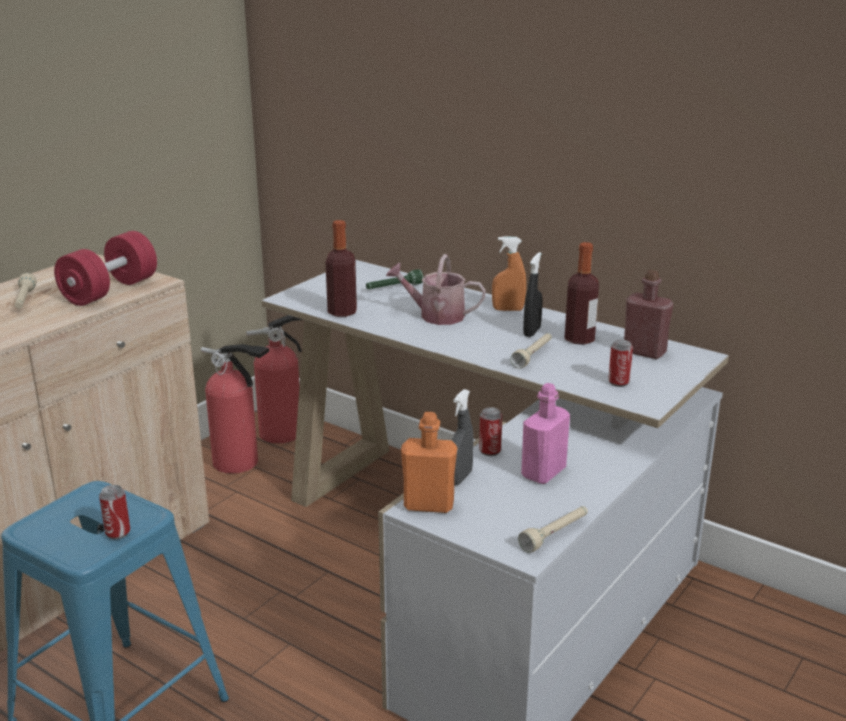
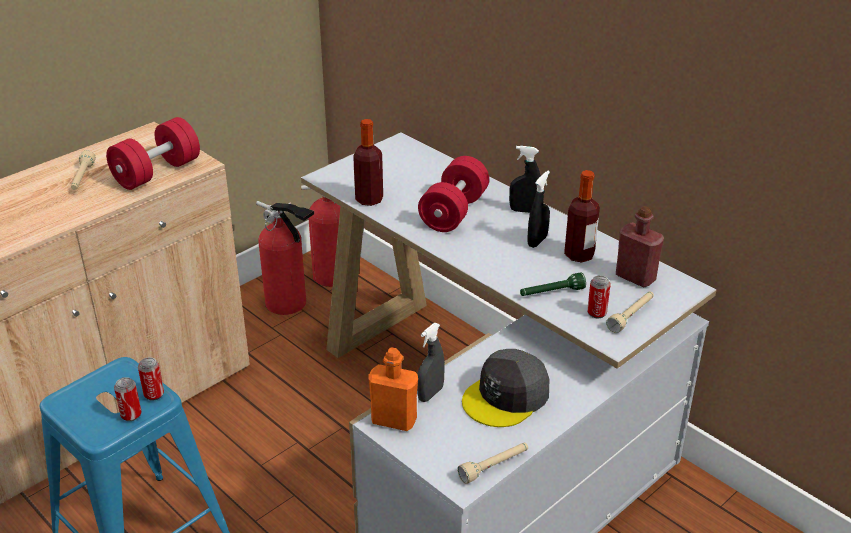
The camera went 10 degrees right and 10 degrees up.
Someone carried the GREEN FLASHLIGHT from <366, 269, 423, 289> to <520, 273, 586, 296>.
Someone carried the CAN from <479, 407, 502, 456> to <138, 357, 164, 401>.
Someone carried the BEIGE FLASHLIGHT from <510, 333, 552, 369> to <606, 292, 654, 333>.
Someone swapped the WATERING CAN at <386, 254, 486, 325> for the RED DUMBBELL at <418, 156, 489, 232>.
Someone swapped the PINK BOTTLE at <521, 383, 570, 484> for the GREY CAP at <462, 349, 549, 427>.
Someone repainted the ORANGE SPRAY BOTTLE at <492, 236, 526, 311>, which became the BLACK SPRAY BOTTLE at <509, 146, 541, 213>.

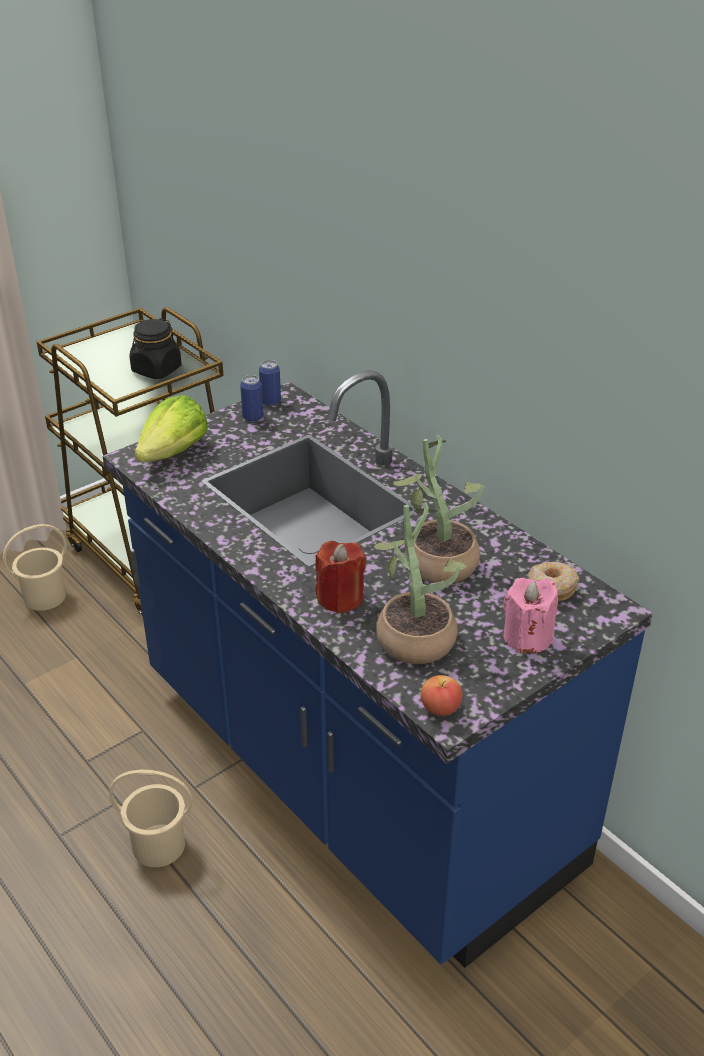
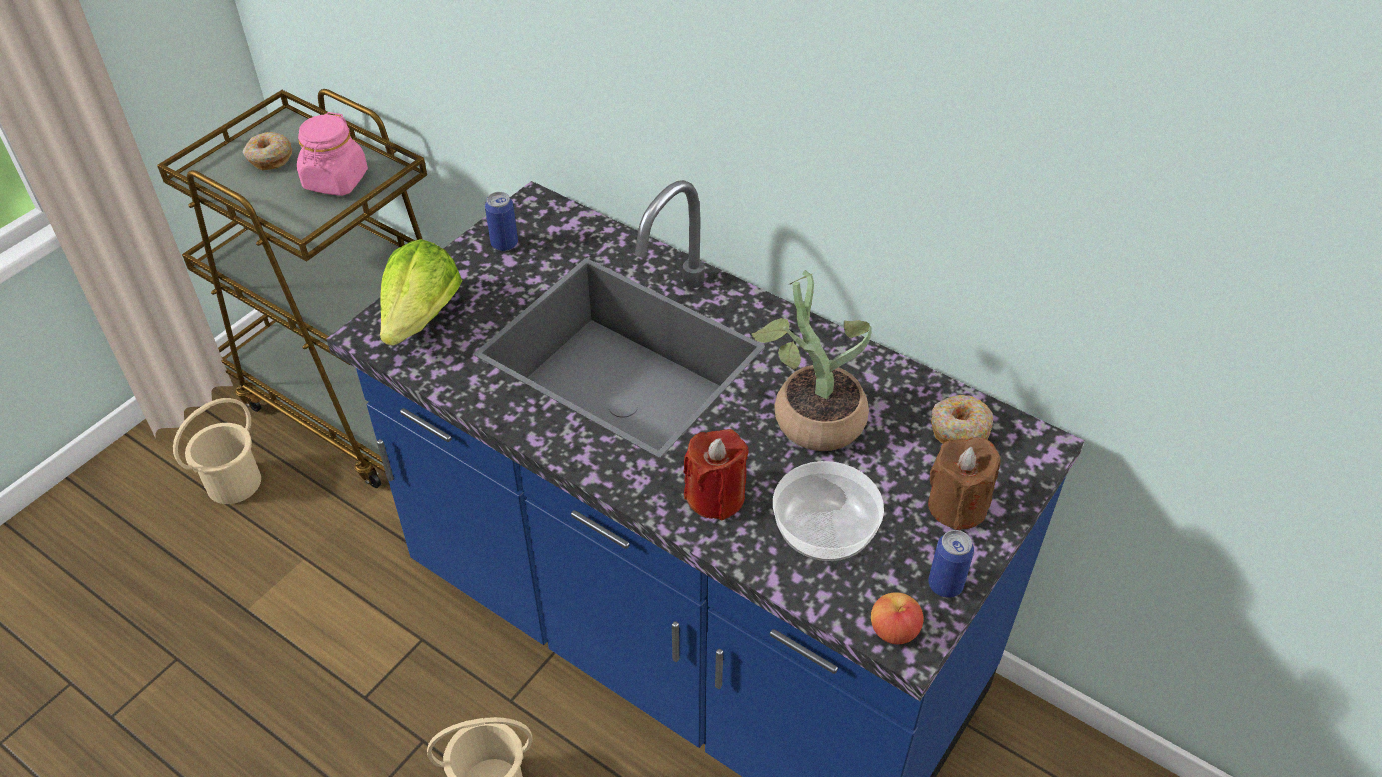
The camera went 15 degrees left and 10 degrees up.
Someone put down the DONUT at <243, 132, 292, 170>.
Someone carried the CAN from <259, 360, 281, 406> to <928, 530, 974, 598>.
Someone swapped the POTTED PLANT at <374, 502, 467, 664> for the BOWL at <773, 461, 884, 561>.
Someone repainted the BLACK JAR at <129, 318, 182, 379>, which became the PINK JAR at <297, 112, 368, 196>.
Someone repainted the PINK CANDLE at <503, 578, 558, 653>, which became the BROWN CANDLE at <928, 437, 1001, 530>.

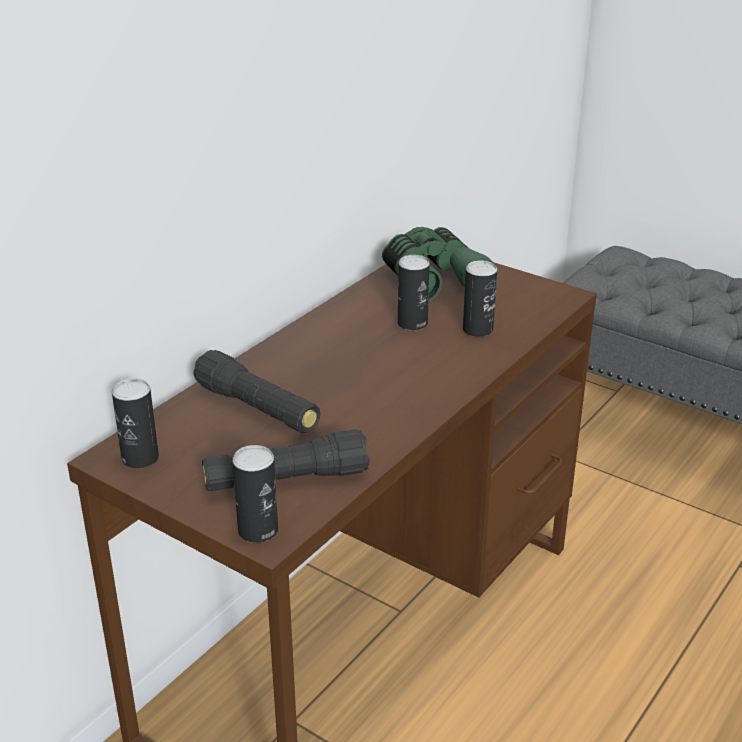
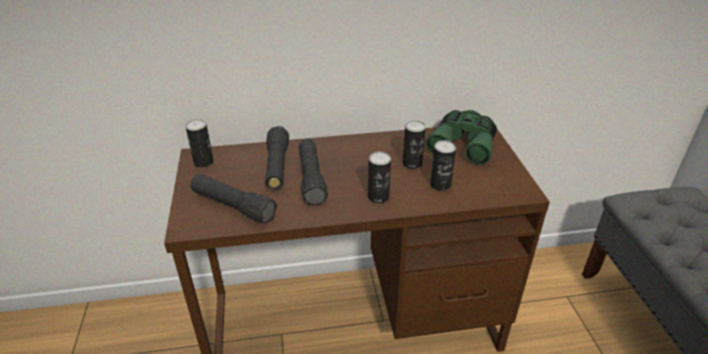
The camera went 45 degrees right and 5 degrees up.
Someone put down the BLACK FLASHLIGHT at <299, 139, 328, 205>.
Someone carried the CAN from <232, 445, 278, 543> to <368, 151, 391, 204>.

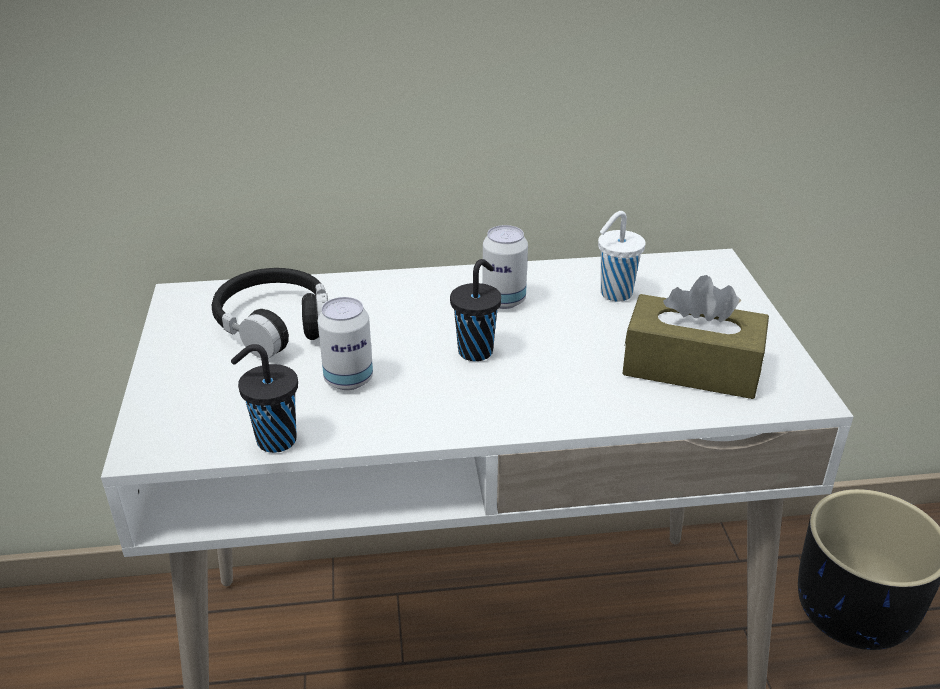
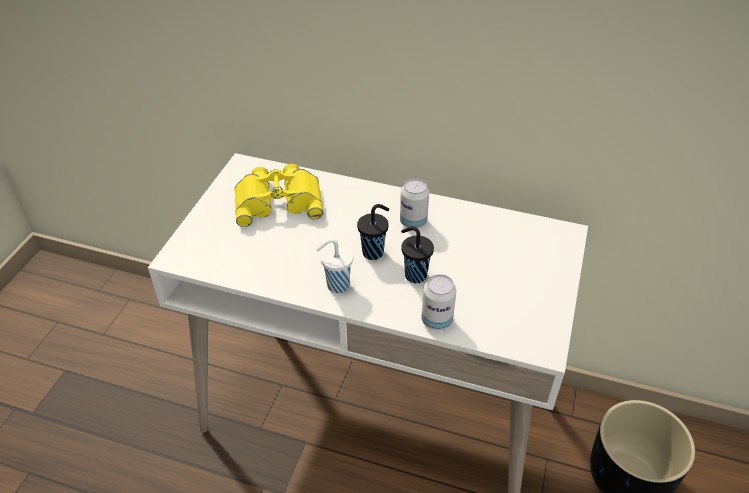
The camera went 25 degrees right and 10 degrees up.
Someone took away the BROWN TISSUE BOX at <622, 275, 769, 399>.
Someone carried the BLACK CUP from <231, 344, 298, 453> to <401, 226, 434, 283>.
Someone carried the CAN from <318, 297, 373, 390> to <421, 274, 456, 330>.
Someone carried the WHITE CUP from <598, 211, 646, 302> to <316, 239, 353, 293>.
Someone swapped the BLACK HEADPHONES at <212, 268, 328, 359> for the YELLOW BINOCULARS at <235, 164, 323, 227>.

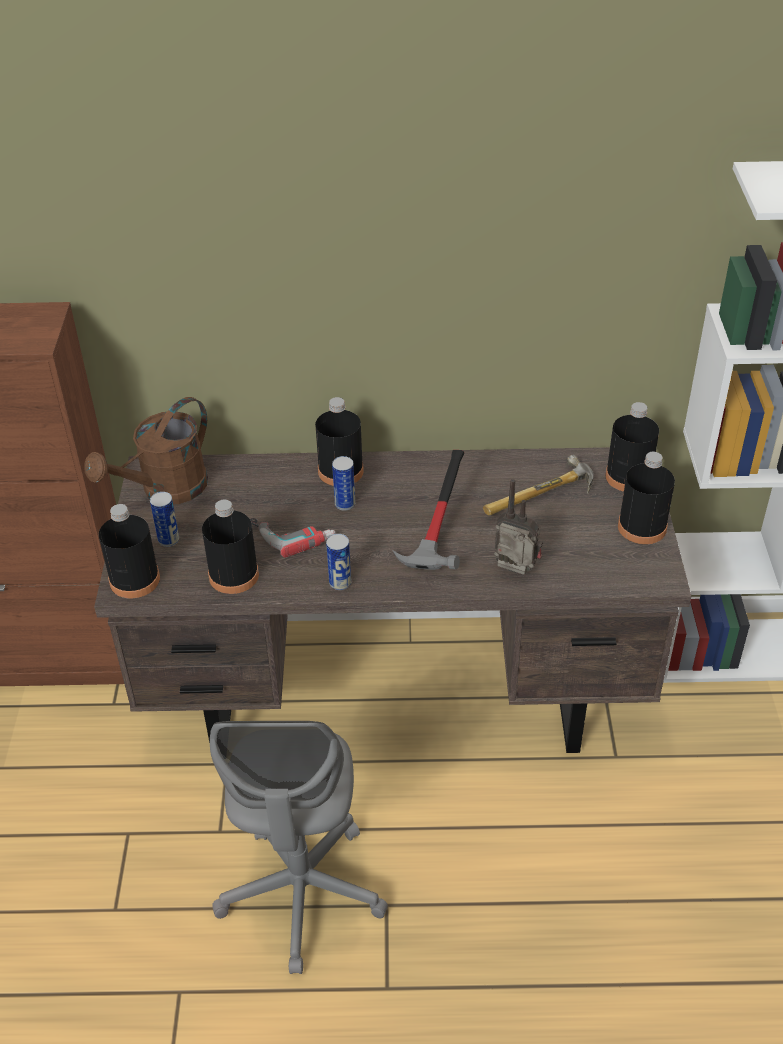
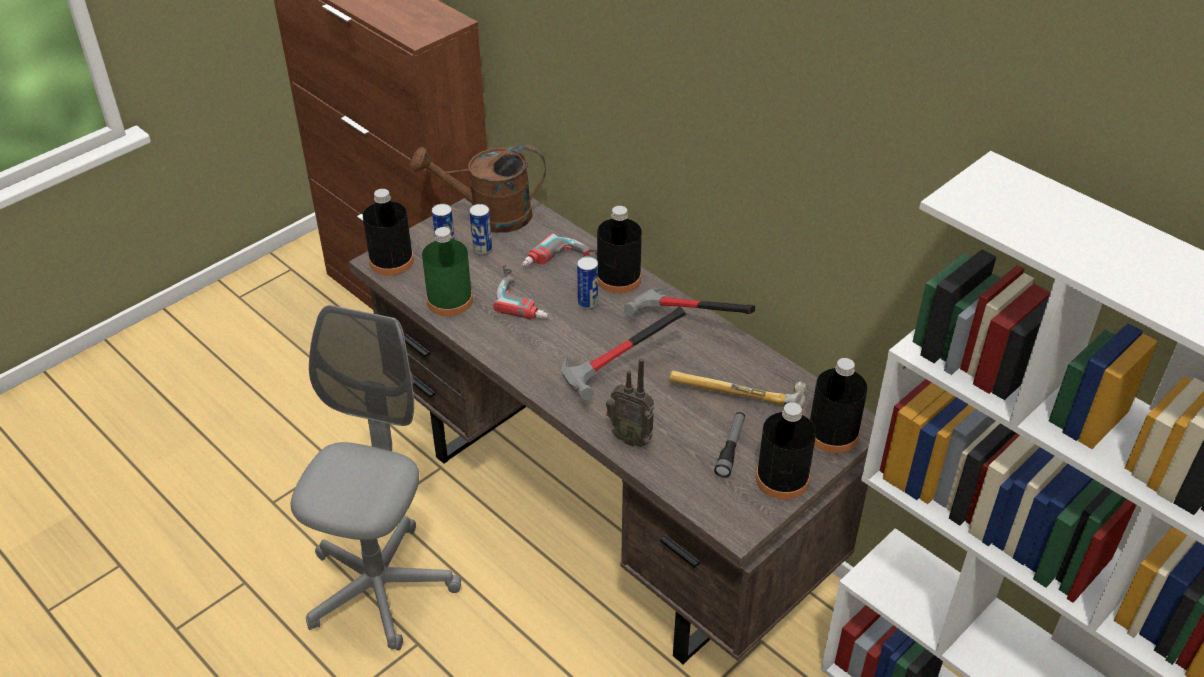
The camera went 45 degrees right and 0 degrees up.
Someone put down the POWER DRILL at <522, 233, 597, 267>.
Someone put down the HAMMER at <623, 287, 755, 316>.
Someone put down the FLASHLIGHT at <714, 412, 745, 478>.
Someone carried the CAN from <326, 534, 351, 590> to <469, 204, 492, 255>.
Someone repainted the BLACK BOTTLE at <202, 500, 259, 594>, which became the GREEN BOTTLE at <422, 227, 473, 316>.
Someone rotated the GREY OFFICE CHAIR at <210, 721, 388, 974> by 150 degrees clockwise.
Someone rotated the RADIO at <494, 479, 543, 575> by 135 degrees clockwise.

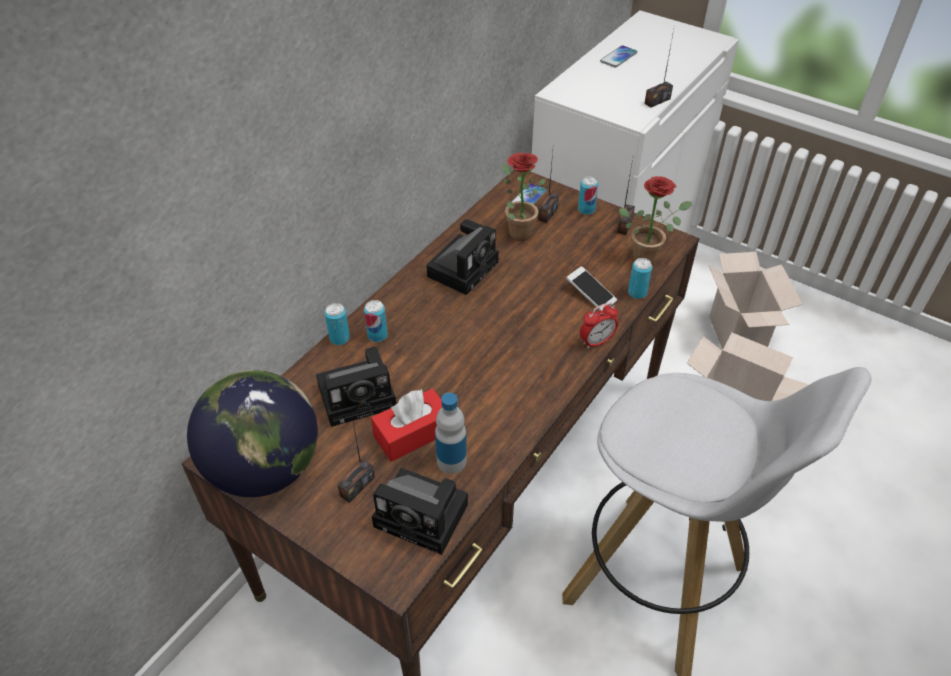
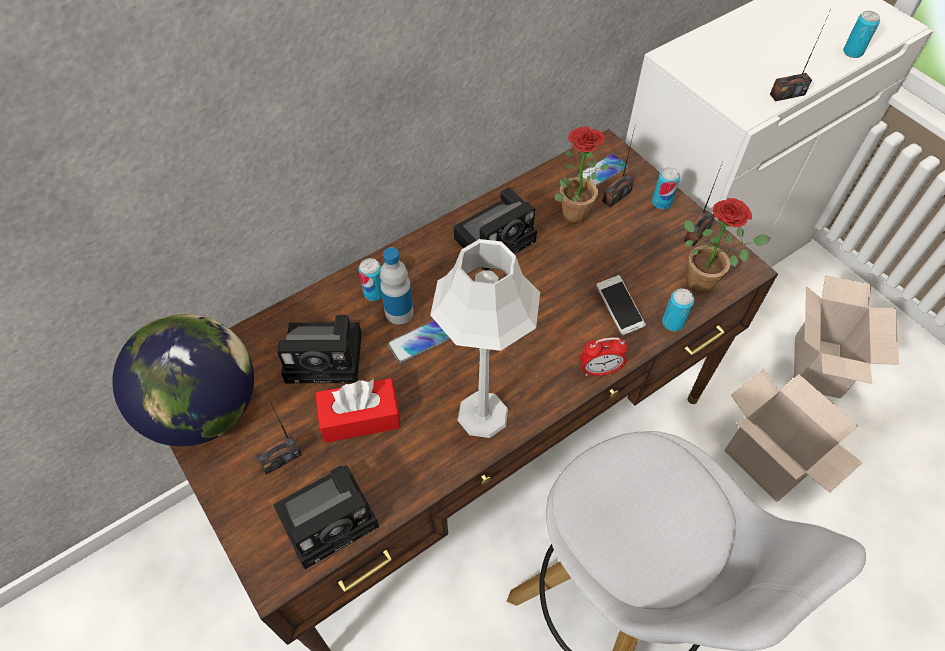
The camera went 20 degrees right and 10 degrees up.
Someone put down the GREY TABLE LAMP at <430, 239, 540, 438>.
Someone carried the CAN from <325, 303, 350, 345> to <843, 11, 880, 58>.
Someone carried the BOTTLE from <435, 393, 467, 474> to <380, 247, 414, 324>.
Someone carried the PHONE from <600, 45, 637, 68> to <388, 320, 450, 363>.
Someone rotated the PHOTO CAMERA at <372, 468, 468, 555> by 75 degrees counterclockwise.

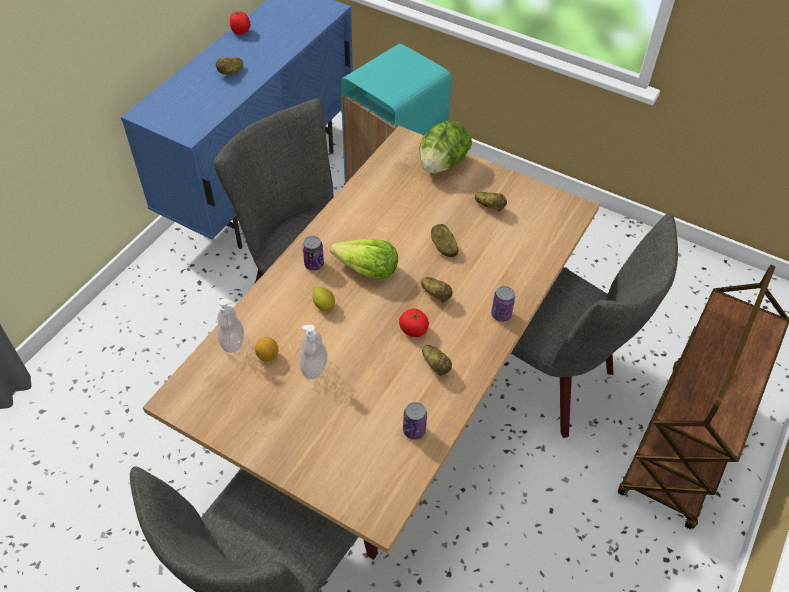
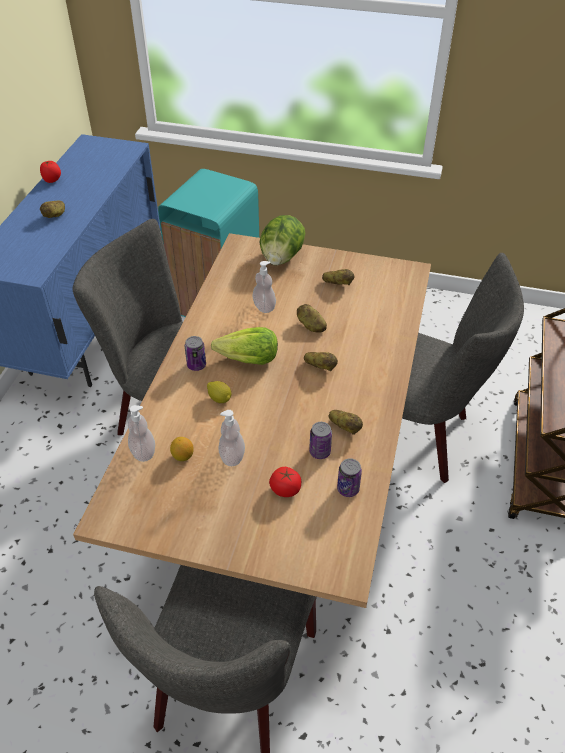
The camera went 15 degrees left and 5 degrees down.
Someone put down the SOAP DISPENSER at <252, 261, 276, 313>.
Someone carried the TOMATO from <399, 308, 429, 337> to <269, 467, 301, 497>.
Someone carried the CAN from <491, 286, 515, 322> to <309, 422, 332, 459>.

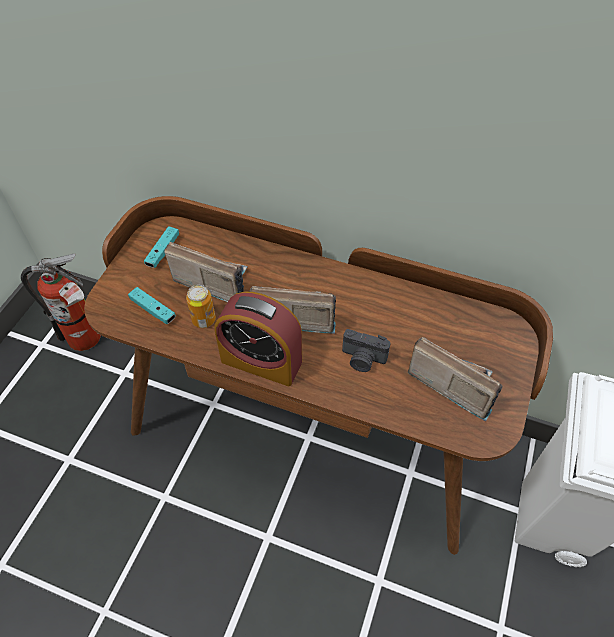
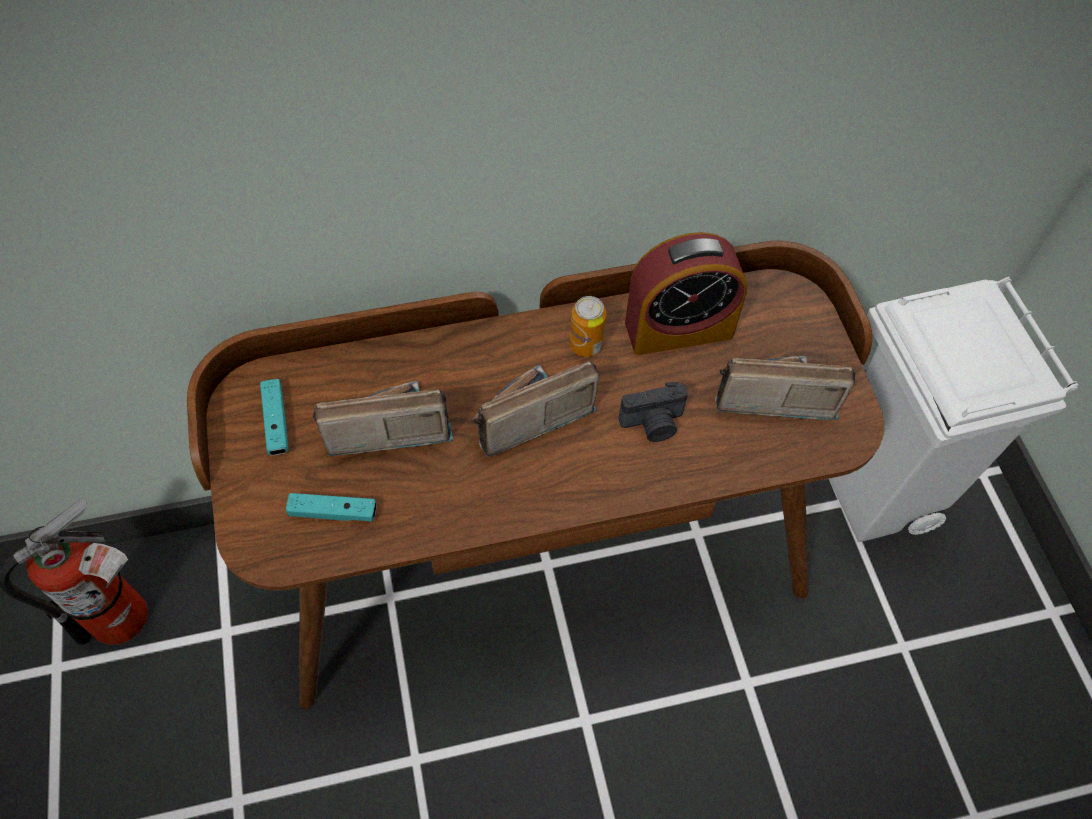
The camera went 35 degrees left and 5 degrees up.
Someone carried the CAN from <186, 285, 216, 328> to <569, 296, 607, 357>.
Someone carried the ALARM CLOCK from <215, 292, 302, 386> to <625, 232, 747, 355>.

